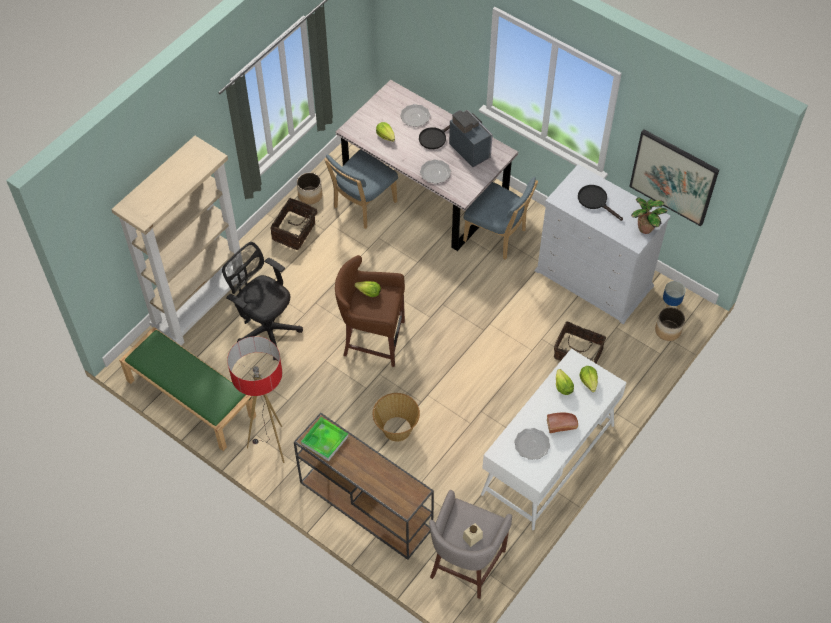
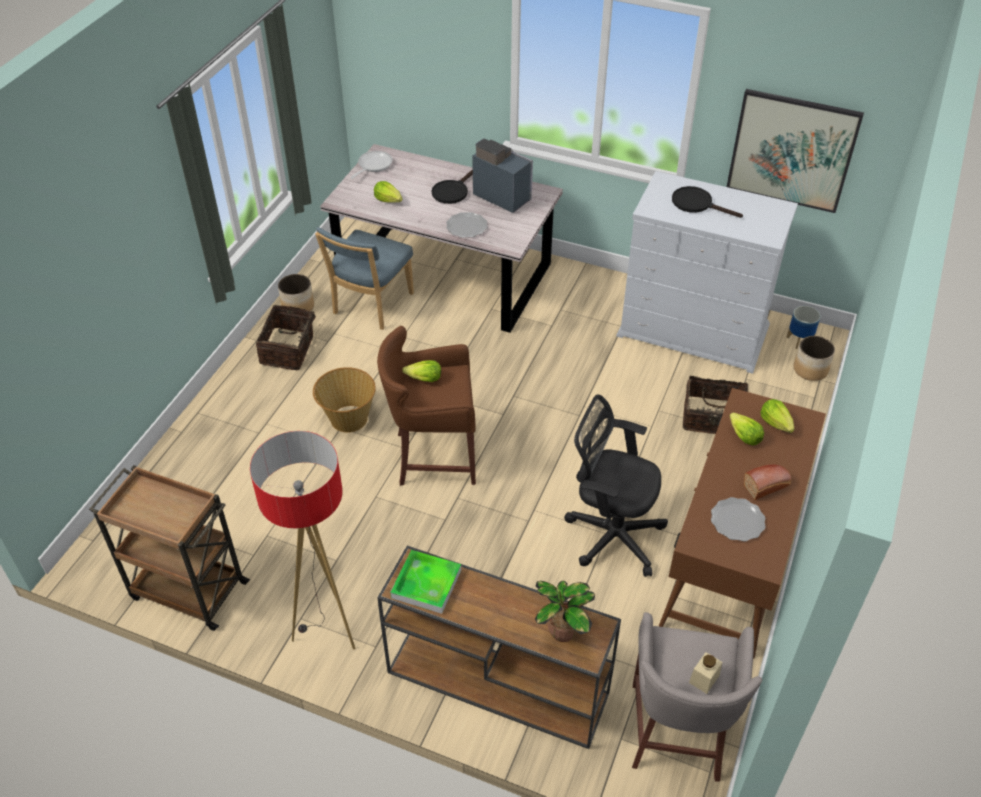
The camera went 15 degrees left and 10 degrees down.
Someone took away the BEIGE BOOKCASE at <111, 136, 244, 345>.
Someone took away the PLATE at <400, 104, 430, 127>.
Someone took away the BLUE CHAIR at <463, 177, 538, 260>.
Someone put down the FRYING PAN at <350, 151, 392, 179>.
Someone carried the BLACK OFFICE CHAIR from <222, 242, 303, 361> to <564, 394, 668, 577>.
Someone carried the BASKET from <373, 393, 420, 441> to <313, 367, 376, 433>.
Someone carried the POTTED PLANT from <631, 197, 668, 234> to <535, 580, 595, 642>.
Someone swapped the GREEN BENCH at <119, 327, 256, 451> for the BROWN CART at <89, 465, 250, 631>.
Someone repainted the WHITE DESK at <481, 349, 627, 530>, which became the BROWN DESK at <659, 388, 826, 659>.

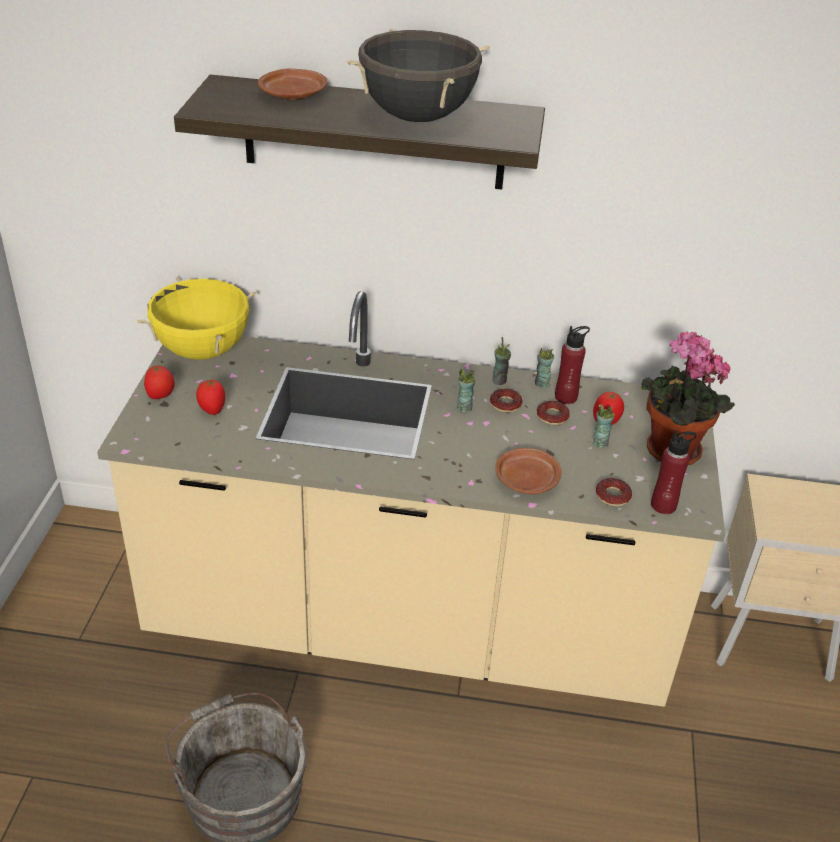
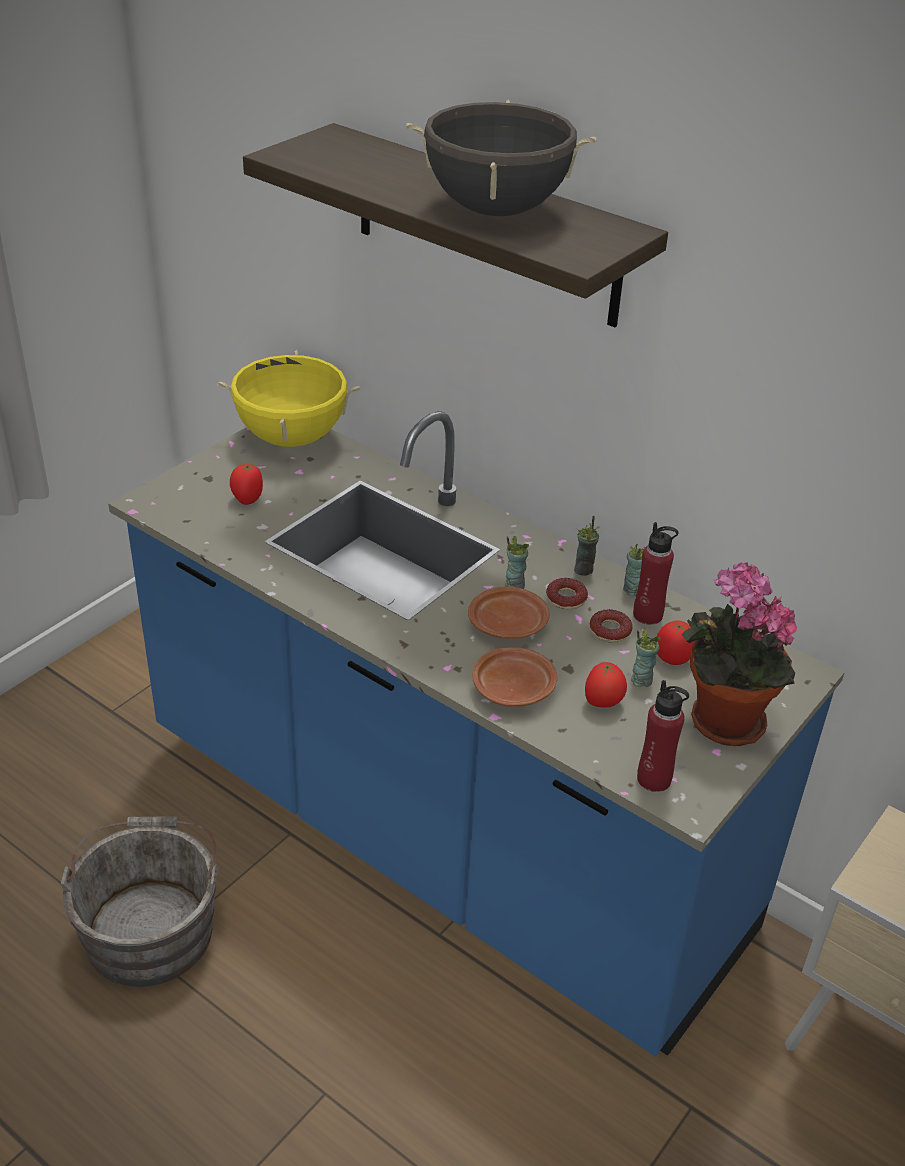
The camera went 30 degrees right and 0 degrees up.
Someone took away the DONUT at <596, 478, 632, 507>.
Someone carried the TOMATO from <144, 365, 175, 399> to <585, 662, 627, 708>.
Someone carried the BROWN PLATE from <258, 69, 327, 100> to <468, 586, 550, 639>.
Someone repainted the BEIGE COUNTER at <97, 291, 725, 707>, which became the BLUE COUNTER at <108, 411, 845, 1056>.

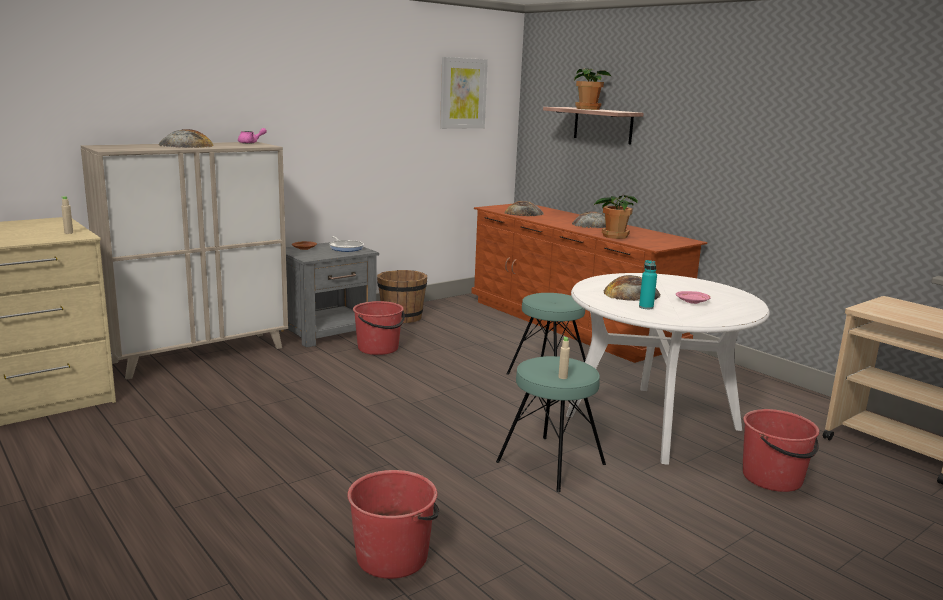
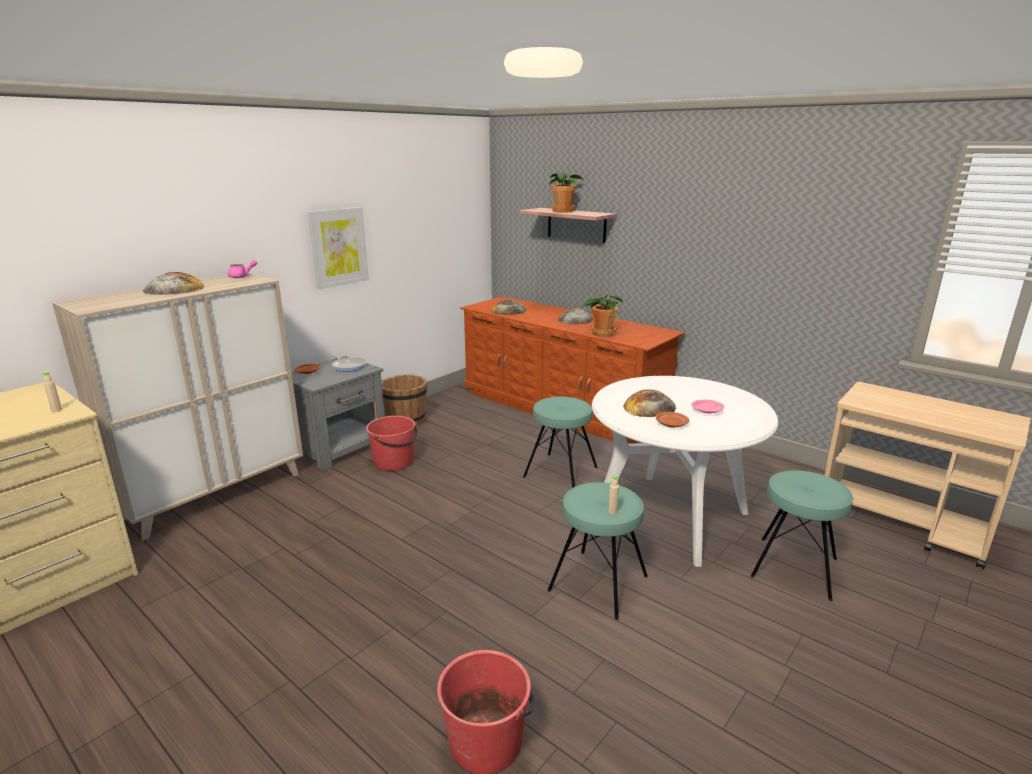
The camera went 10 degrees left and 5 degrees up.
Someone carried the PICTURE from <440, 57, 488, 129> to <308, 207, 369, 289>.
Someone swapped the TURQUOISE BOTTLE at <639, 260, 657, 309> for the BROWN PLATE at <656, 412, 689, 428>.
Someone swapped the RED BUCKET at <743, 409, 820, 492> for the TURQUOISE STOOL at <751, 470, 853, 601>.

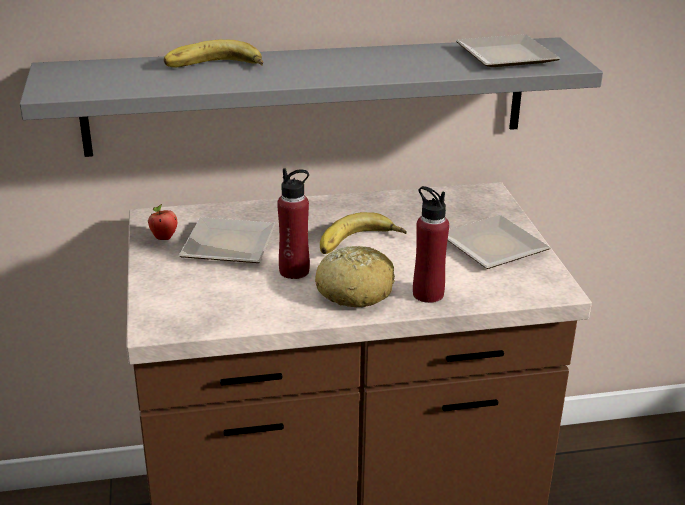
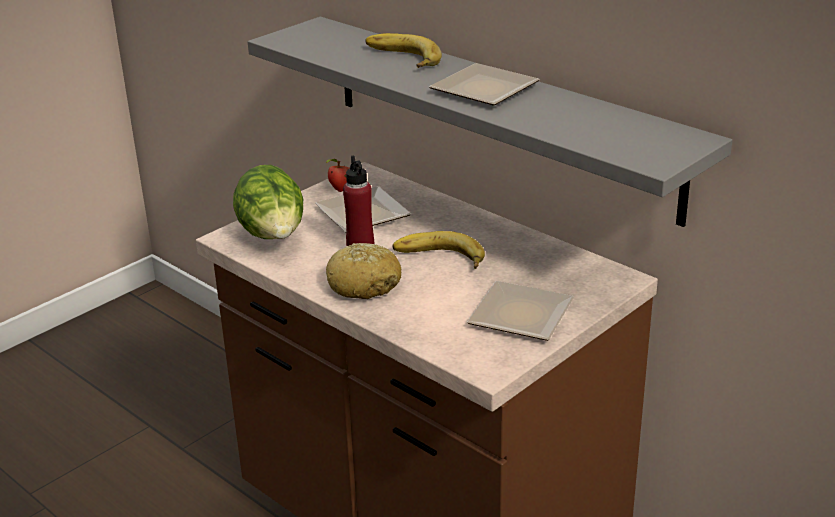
The camera went 55 degrees right and 0 degrees up.
Someone took away the RED BOTTLE at <413, 186, 449, 303>.
Someone put down the LETTUCE at <233, 165, 303, 239>.
Someone carried the PLATE from <456, 34, 560, 67> to <429, 63, 540, 105>.

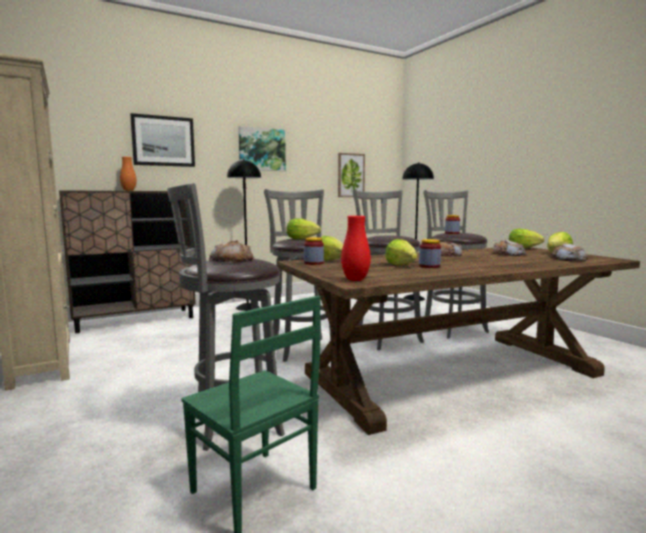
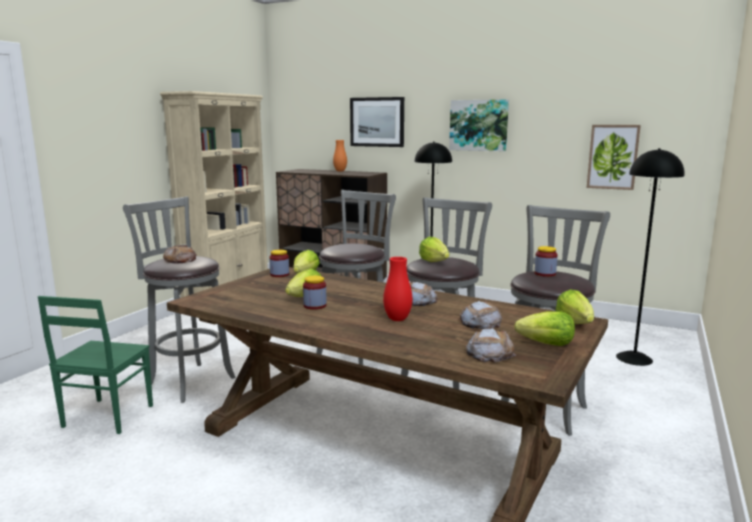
The camera went 55 degrees right and 5 degrees up.
Someone carried the LETTUCE from <287, 218, 321, 239> to <419, 237, 449, 262>.
Someone carried the RED VASE from <341, 216, 371, 281> to <383, 257, 412, 321>.

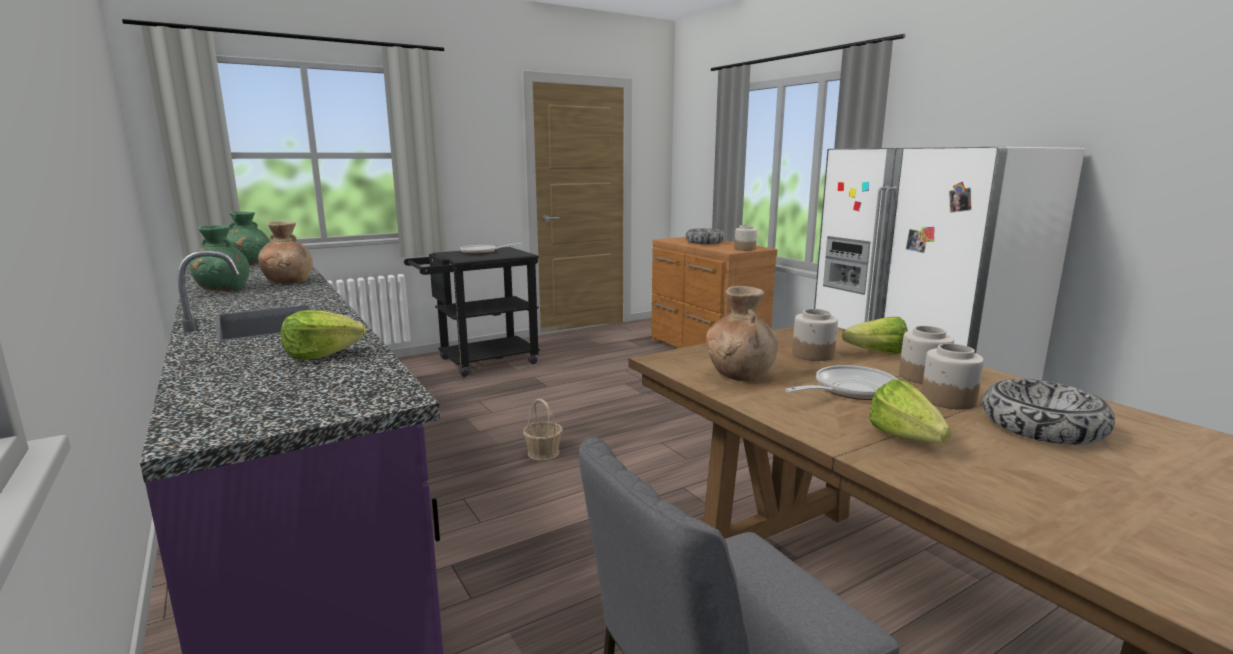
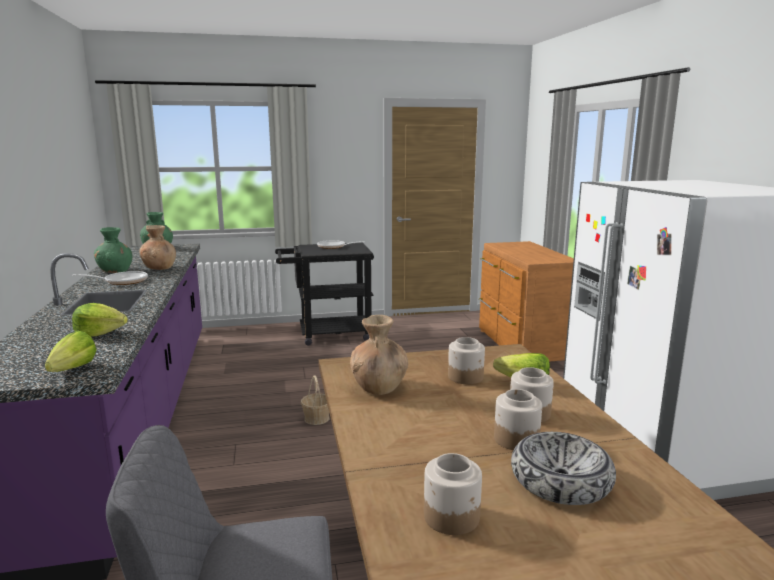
The camera went 20 degrees right and 0 degrees up.
Someone took away the BOWL at <686, 228, 725, 244>.
Someone carried the JAR from <734, 225, 757, 251> to <424, 453, 482, 535>.
Someone carried the FRYING PAN from <785, 365, 898, 400> to <72, 271, 148, 285>.
Someone carried the LETTUCE from <869, 379, 951, 443> to <45, 331, 96, 372>.

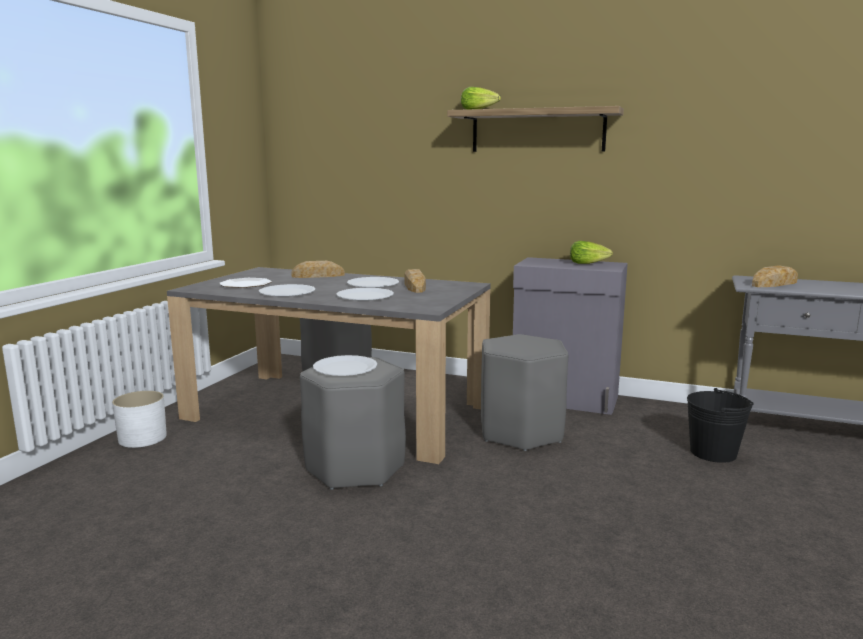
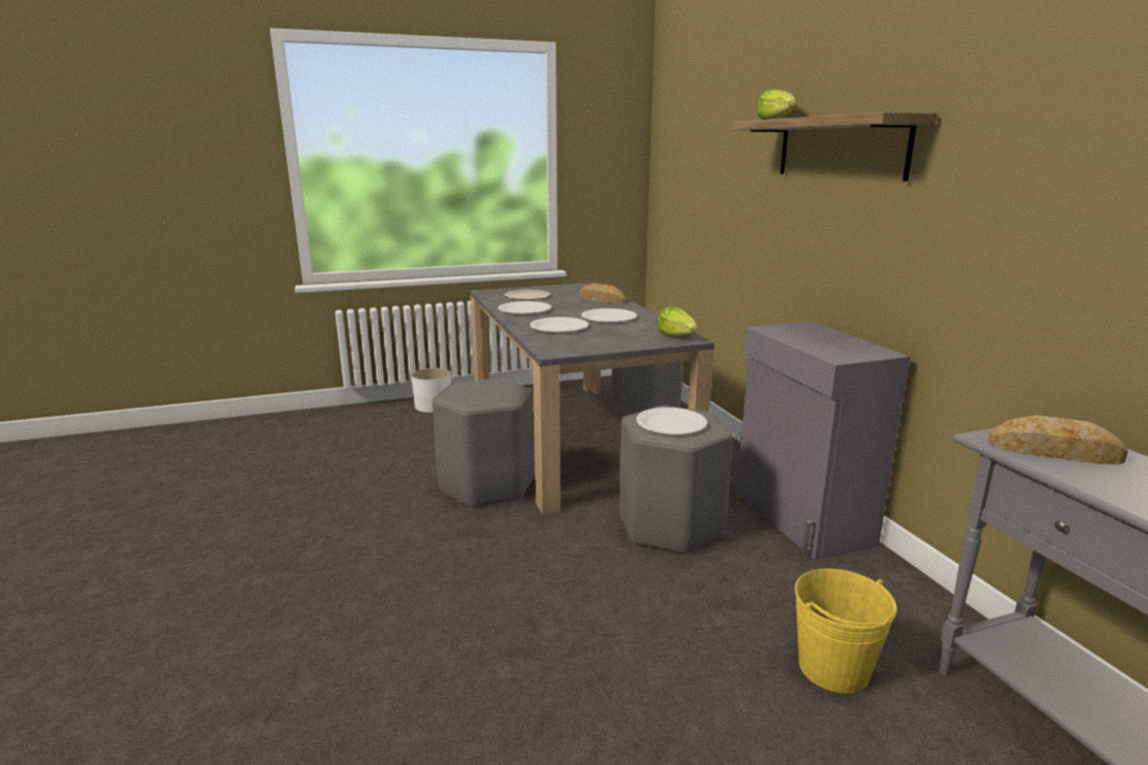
The camera went 50 degrees right and 5 degrees up.
Someone took away the BREAD at <405, 269, 426, 293>.
Someone carried the WHITE PLATE from <313, 355, 377, 376> to <636, 407, 708, 435>.
Someone carried the LETTUCE from <570, 241, 613, 264> to <657, 307, 698, 336>.
Someone repainted the BLACK BUCKET at <687, 388, 753, 463>, which became the YELLOW BUCKET at <795, 569, 897, 693>.

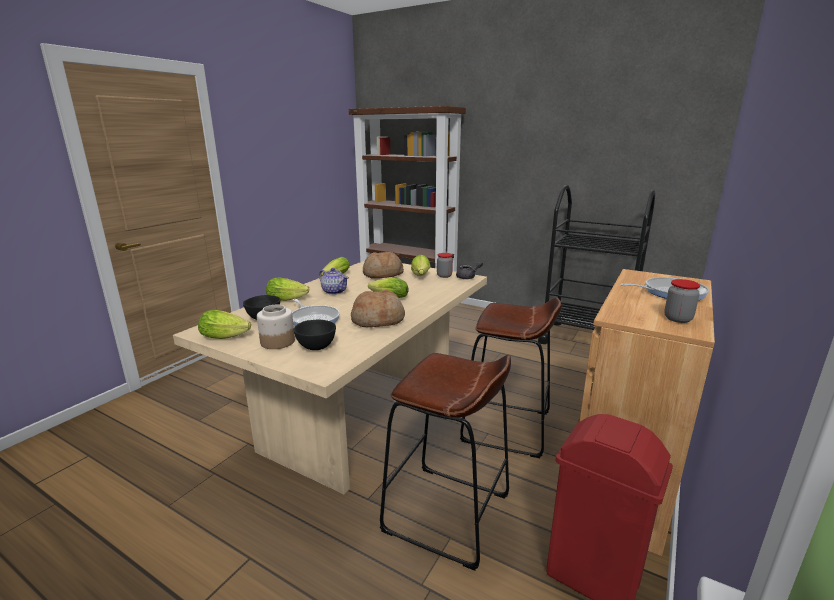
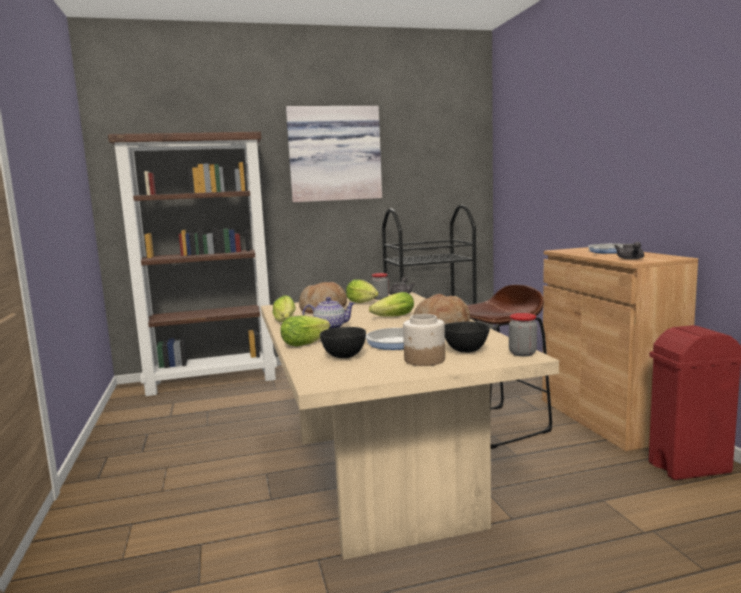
The camera went 45 degrees left and 10 degrees down.
Someone took away the LETTUCE at <198, 310, 251, 339>.
Someone took away the BROWN STOOL at <380, 353, 511, 571>.
Someone put up the PICTURE at <286, 106, 382, 202>.
Someone put down the GREY TEAPOT at <614, 242, 644, 259>.
Someone carried the JAR from <664, 279, 700, 323> to <509, 313, 537, 356>.

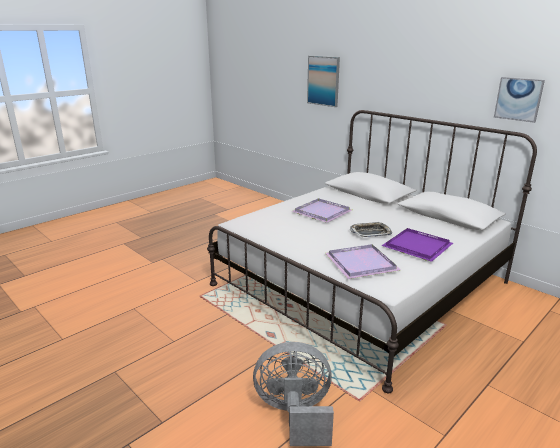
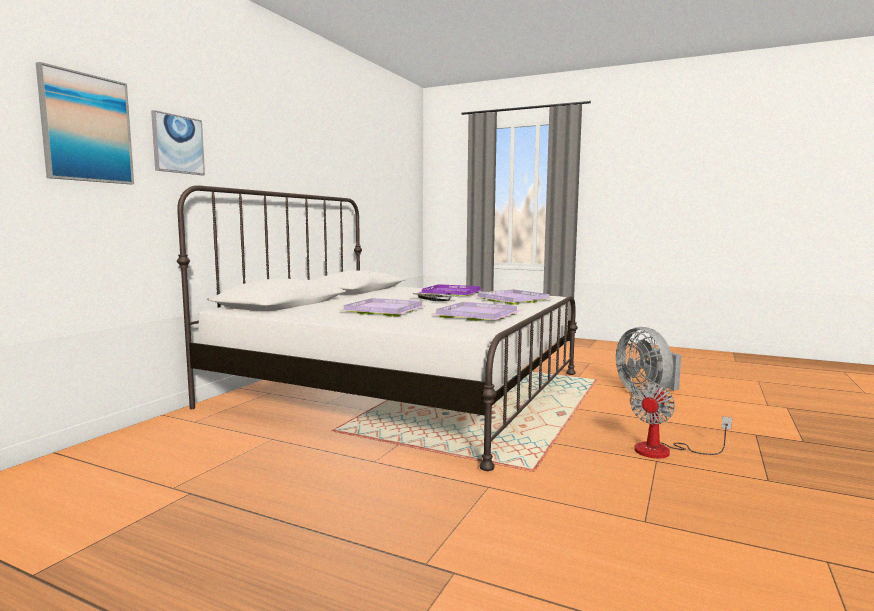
The camera went 110 degrees left and 15 degrees down.
Someone put down the PURPLE TRAY at <432, 302, 522, 321>.
Someone put down the FAN at <630, 382, 732, 459>.
Someone carried the PICTURE from <494, 77, 545, 123> to <151, 110, 205, 175>.

